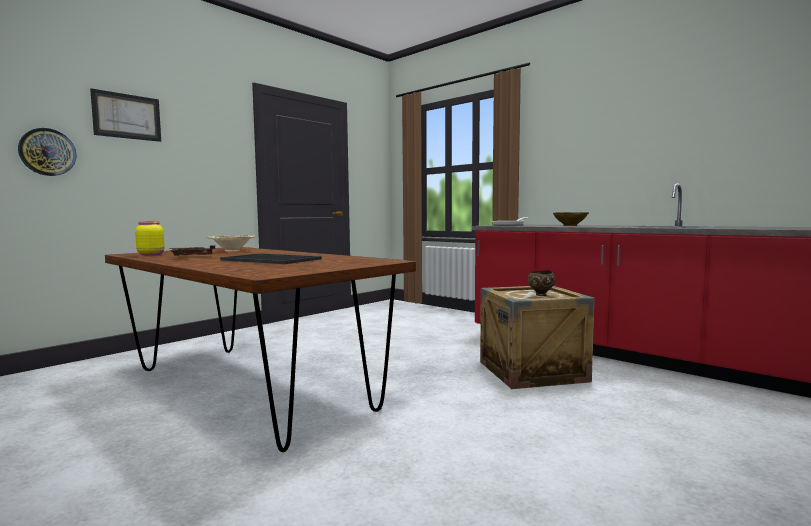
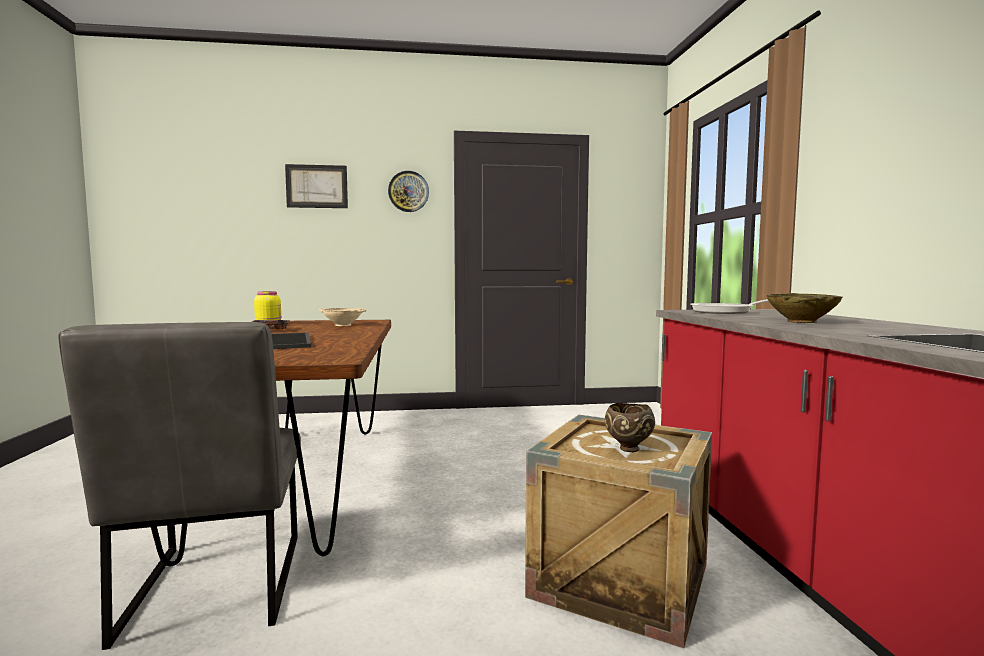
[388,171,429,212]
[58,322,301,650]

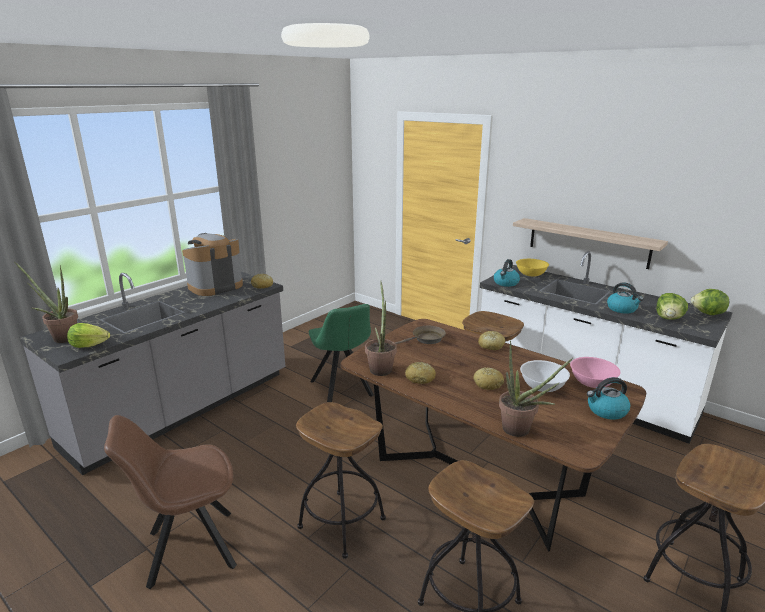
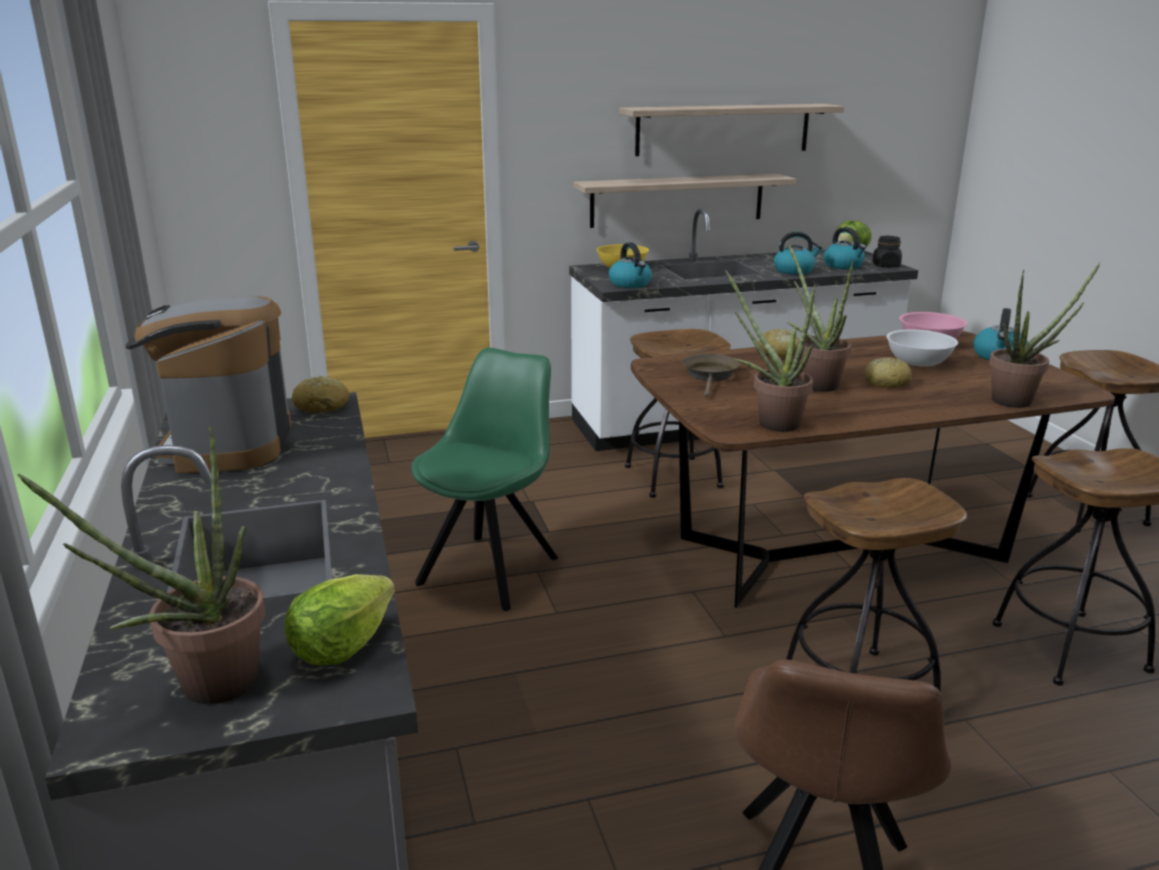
[411,348,558,611]
[405,362,436,384] (first image)
[824,227,866,269]
[619,104,844,156]
[786,243,854,392]
[873,236,902,268]

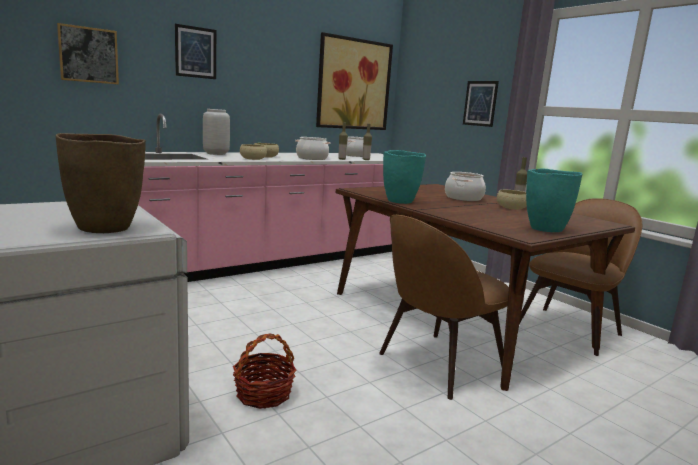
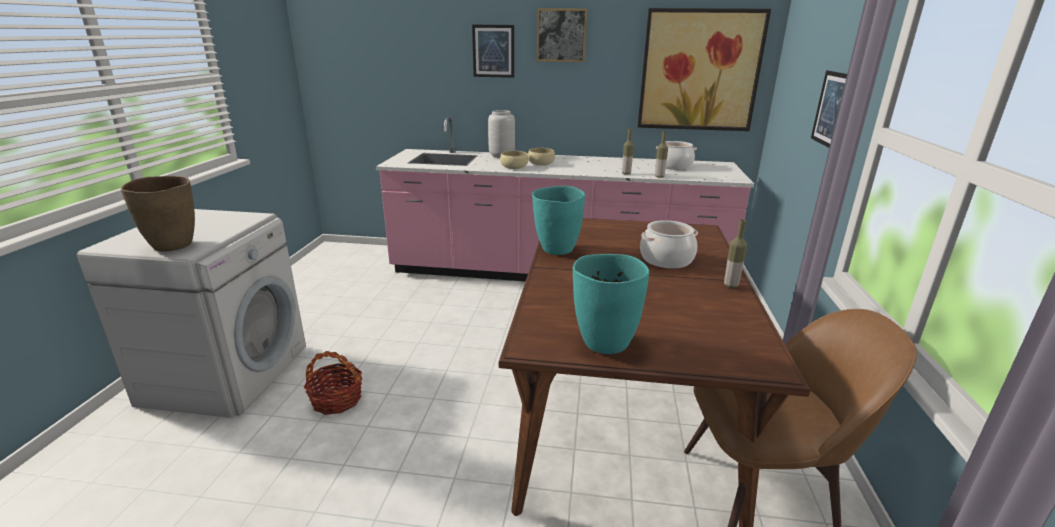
[537,8,587,62]
[295,137,331,160] (first image)
[379,215,509,400] (first image)
[497,190,527,210] (first image)

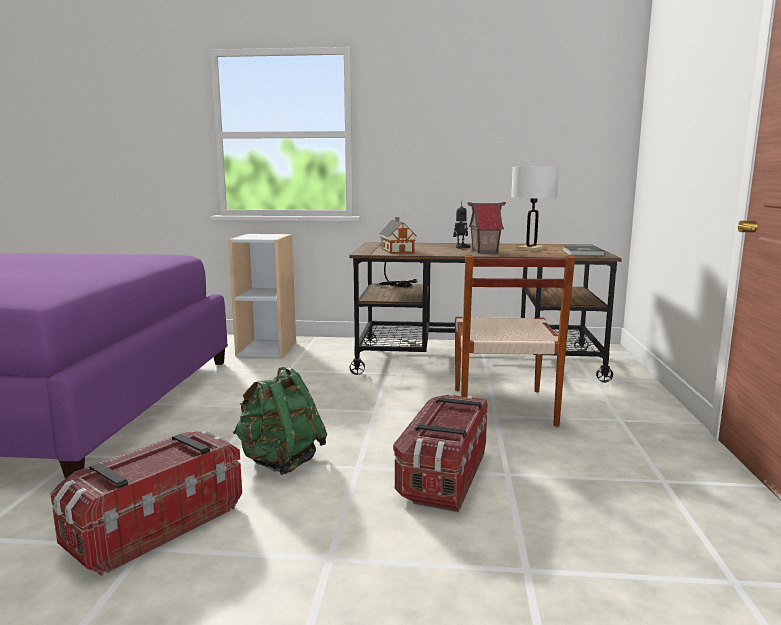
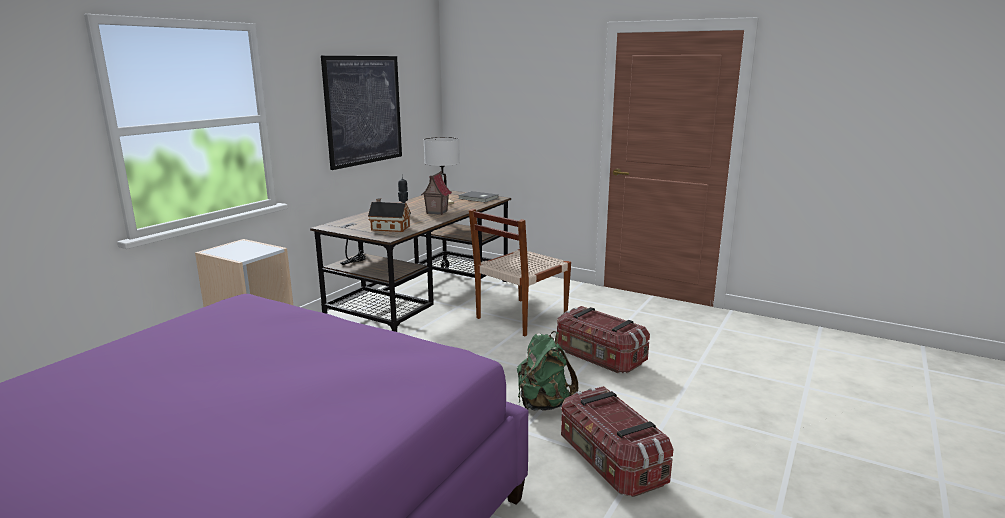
[469,209,571,336]
[321,56,402,170]

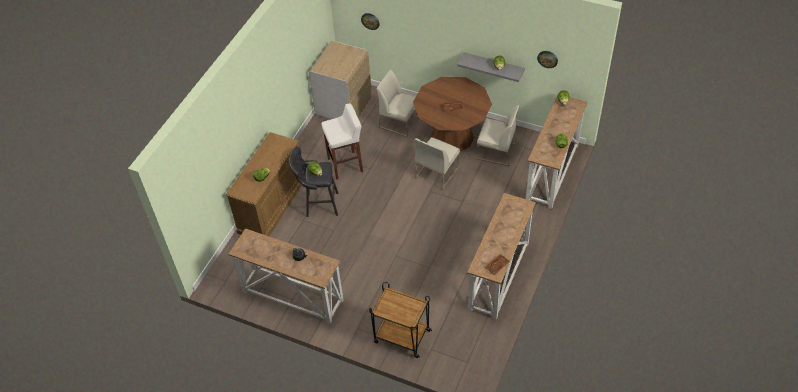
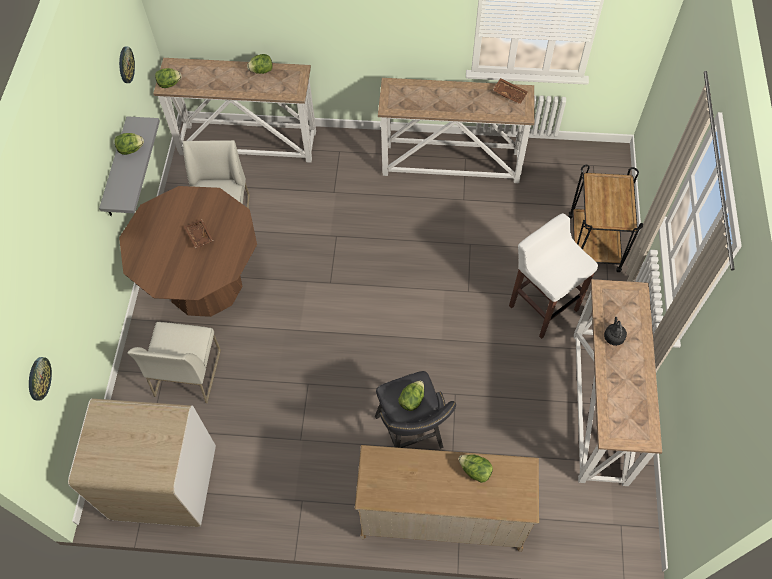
[509,213,598,339]
[414,137,460,190] (first image)

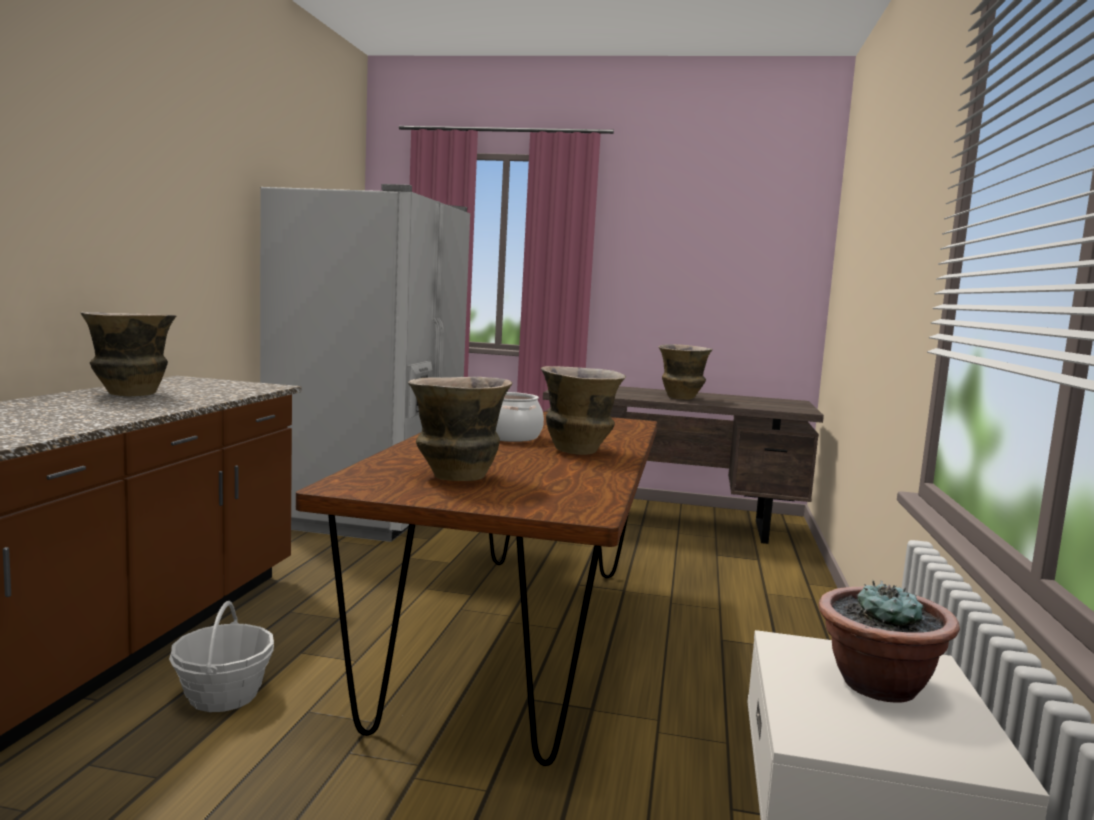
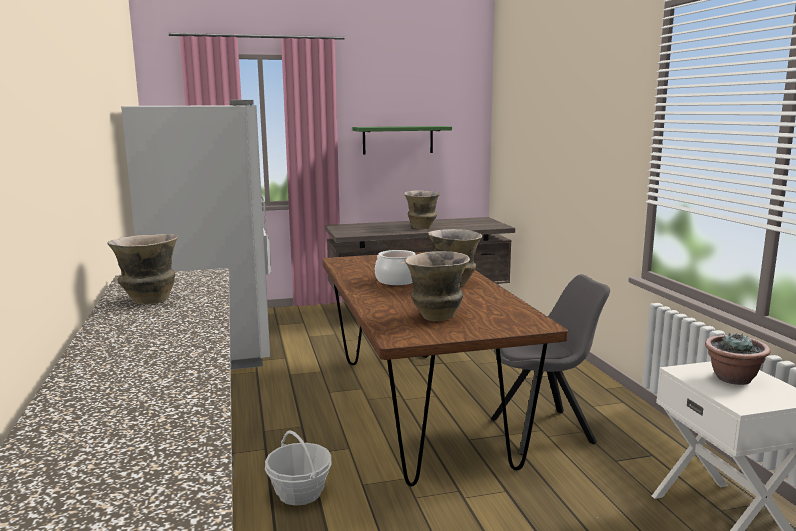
[353,126,452,155]
[491,274,610,455]

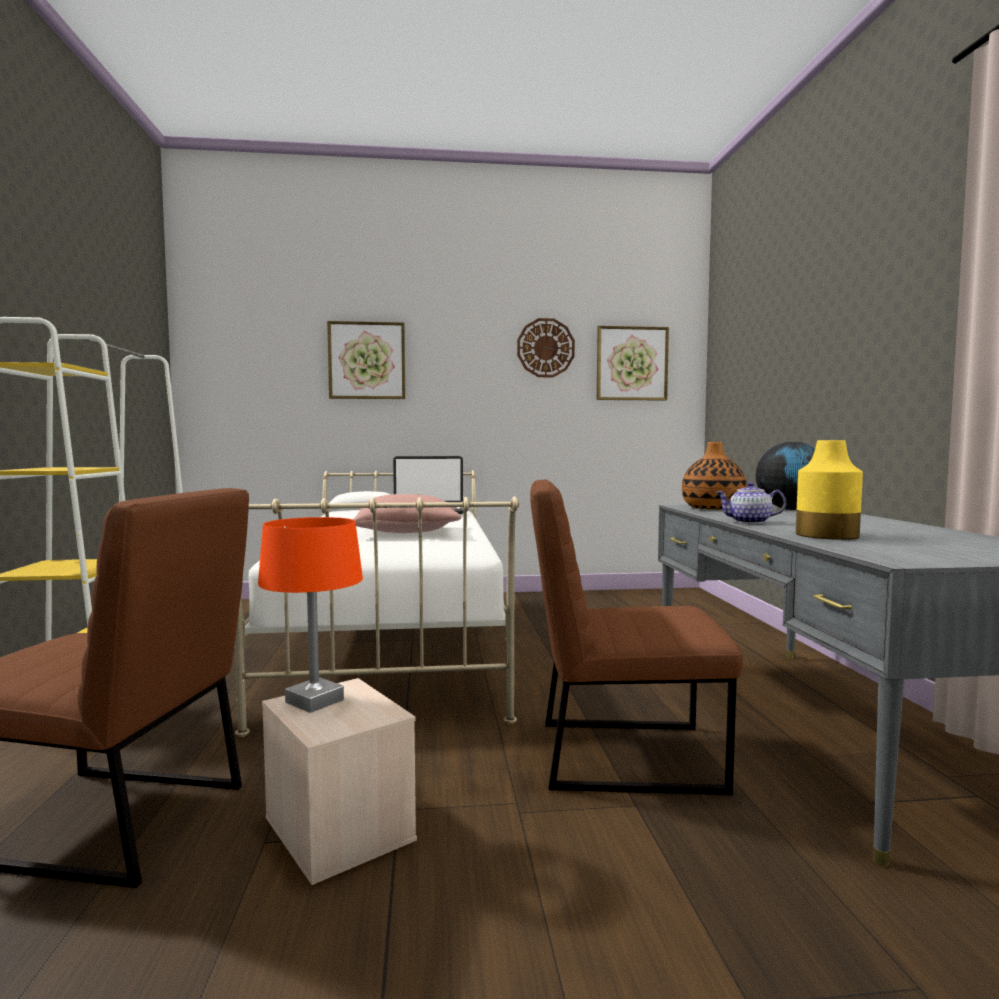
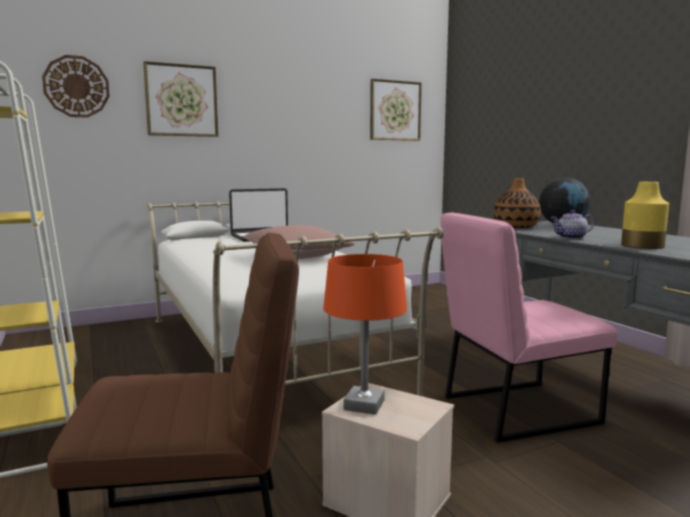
[42,55,110,118]
[440,213,618,443]

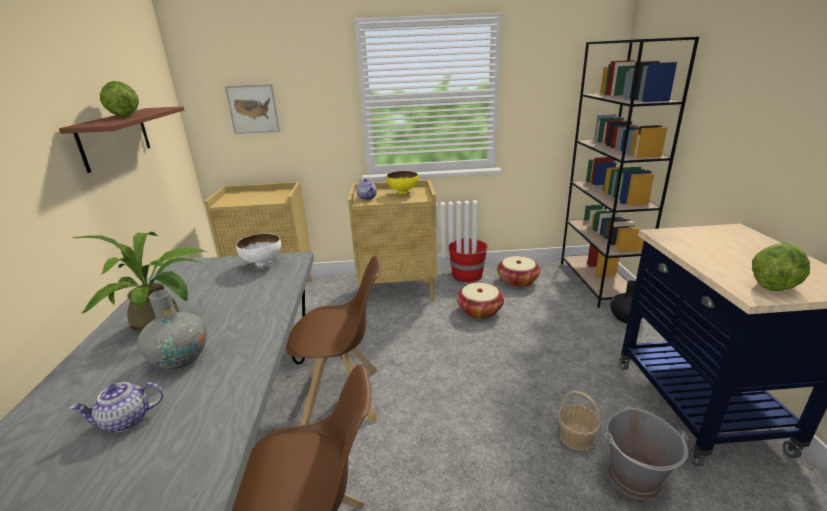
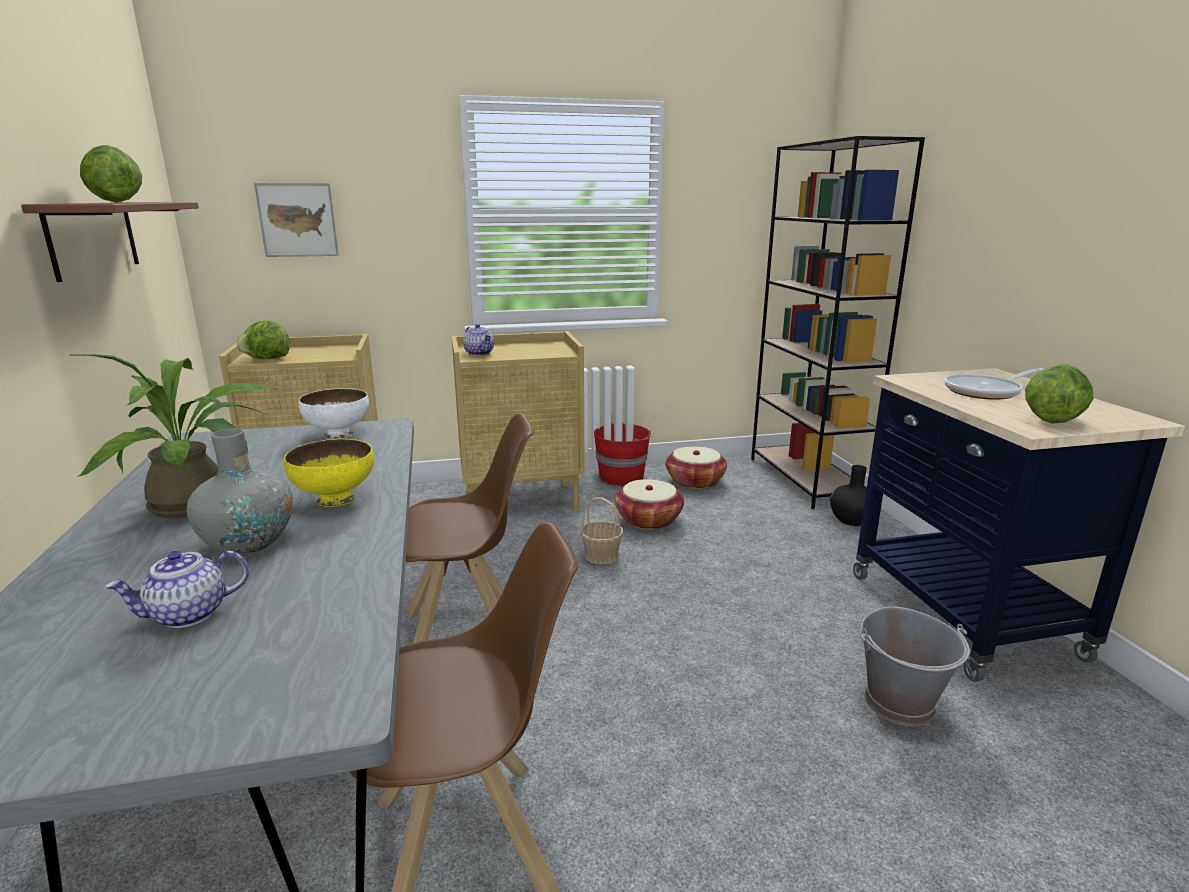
[284,439,374,507]
[580,497,623,564]
[237,321,290,359]
[944,368,1044,400]

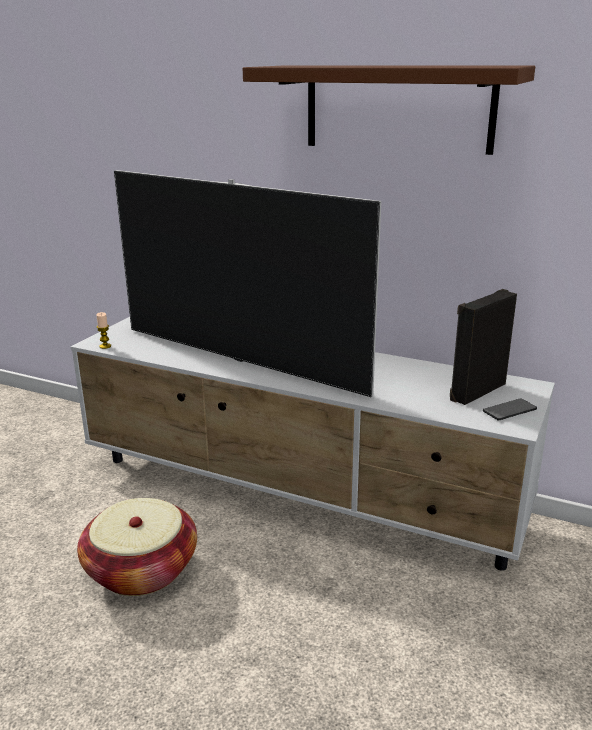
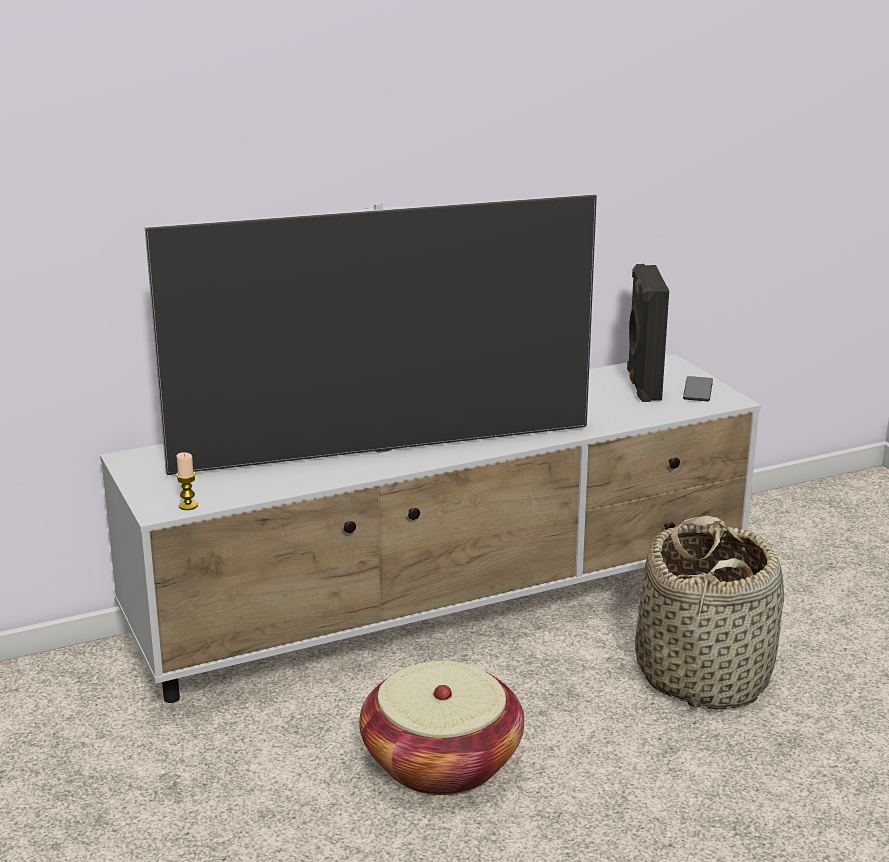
[243,66,535,155] (first image)
[635,516,784,710]

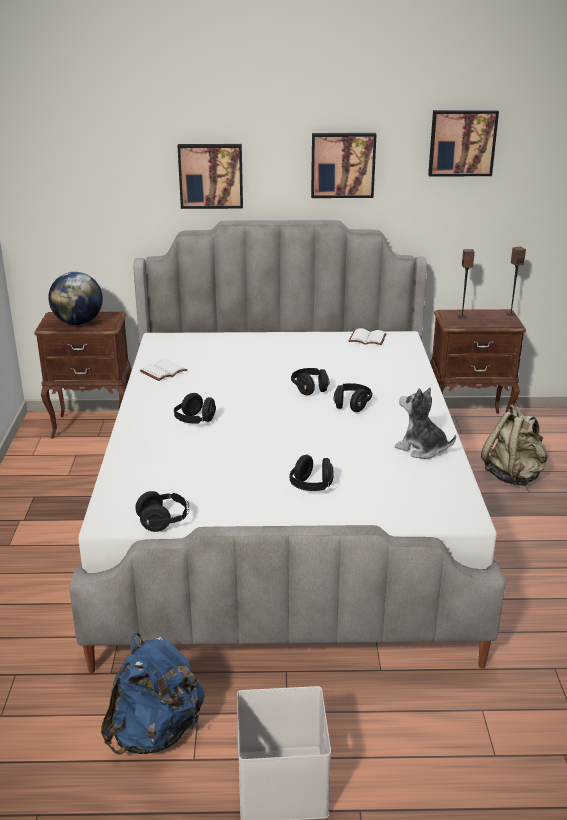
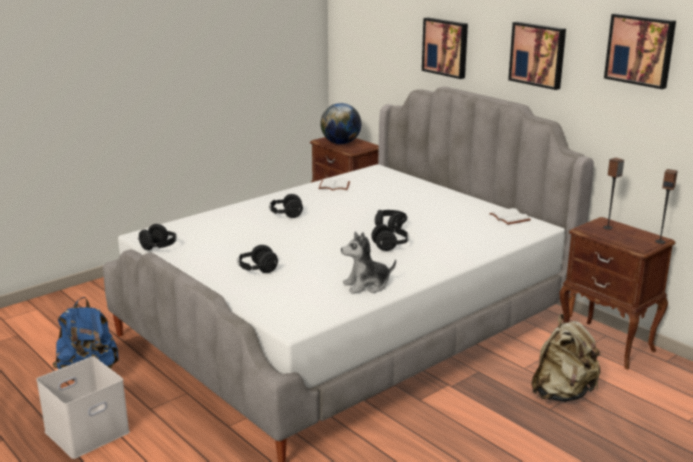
[341,232,396,294]

